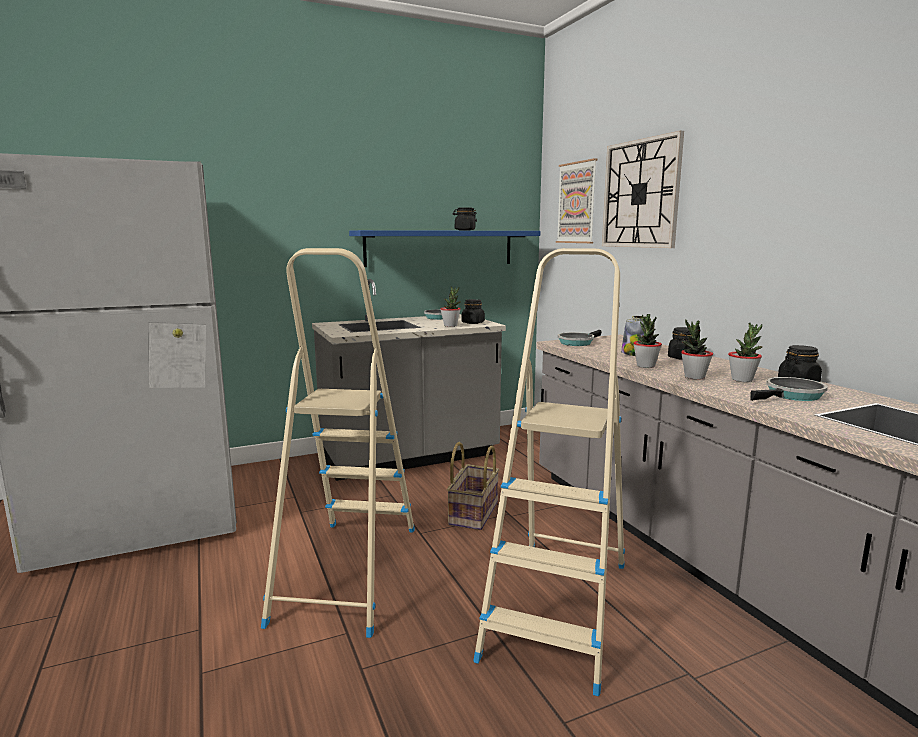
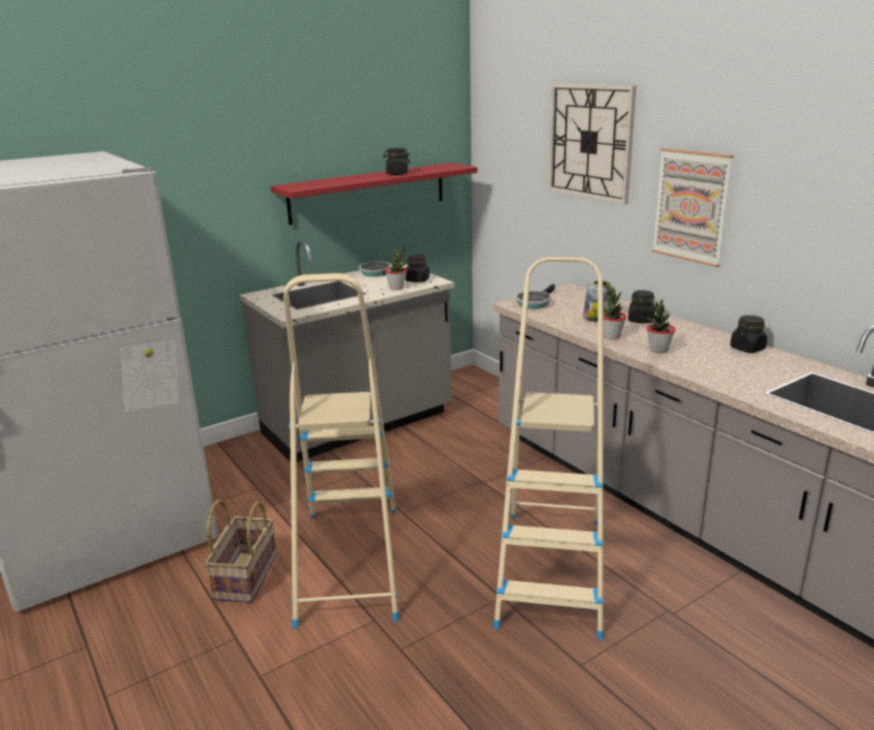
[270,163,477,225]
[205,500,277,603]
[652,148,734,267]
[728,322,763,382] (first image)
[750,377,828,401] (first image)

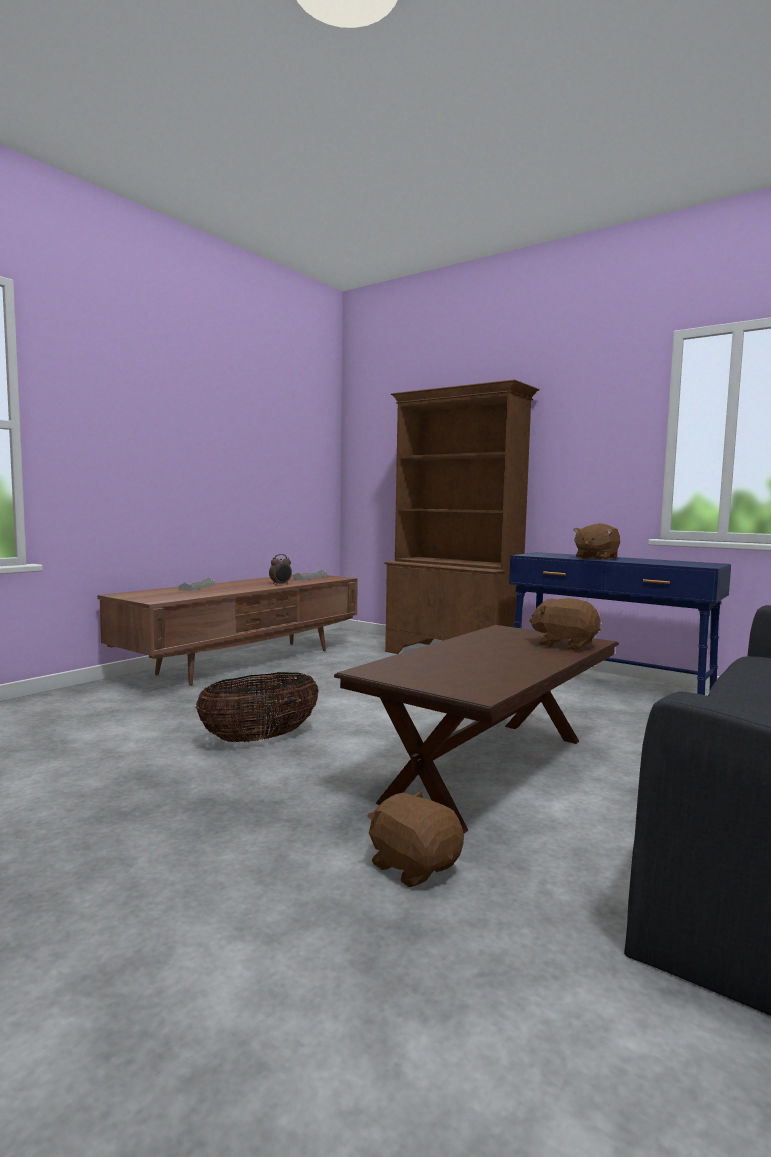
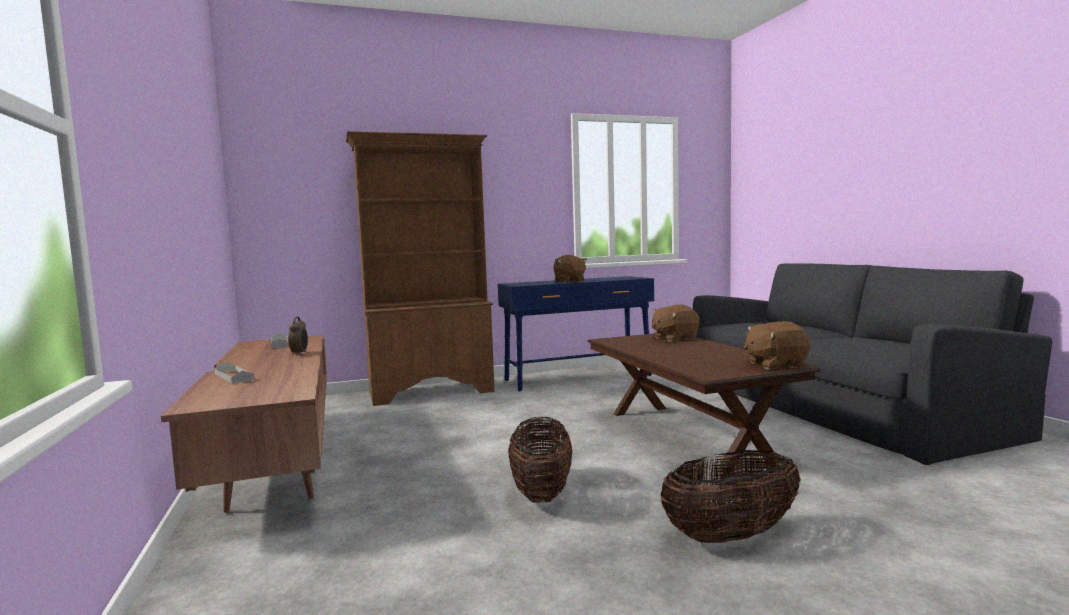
[743,321,810,369]
[661,450,801,543]

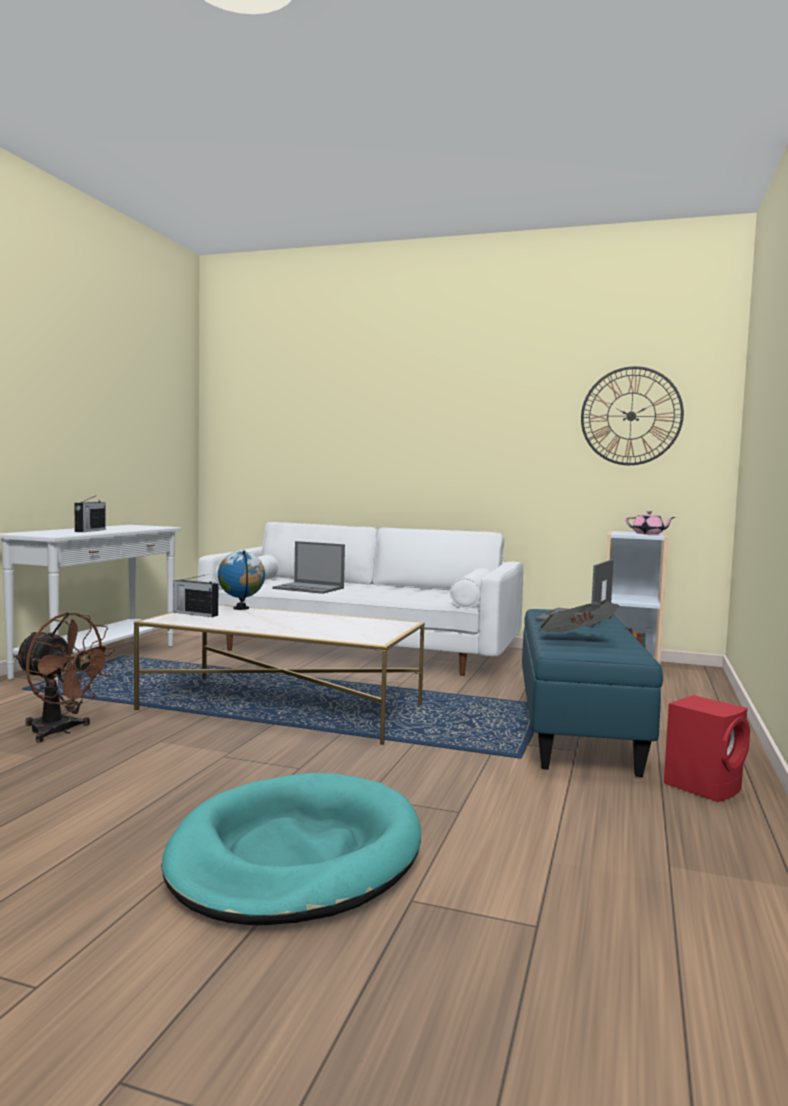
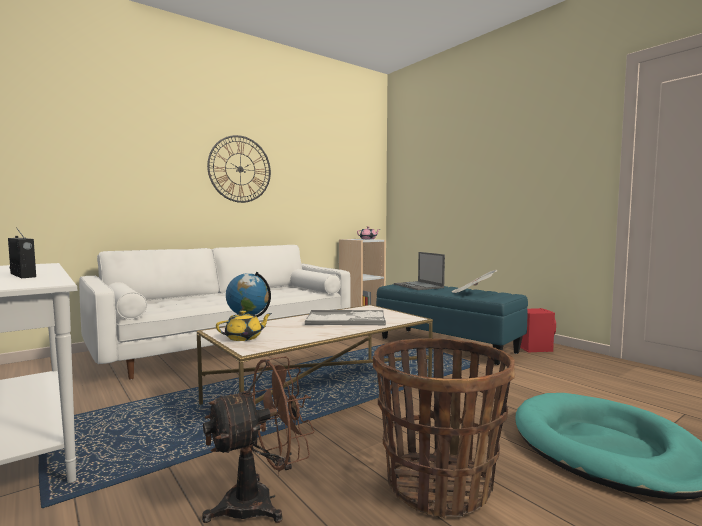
[216,310,272,341]
[272,541,345,594] (first image)
[207,135,271,203]
[305,310,386,325]
[373,338,515,518]

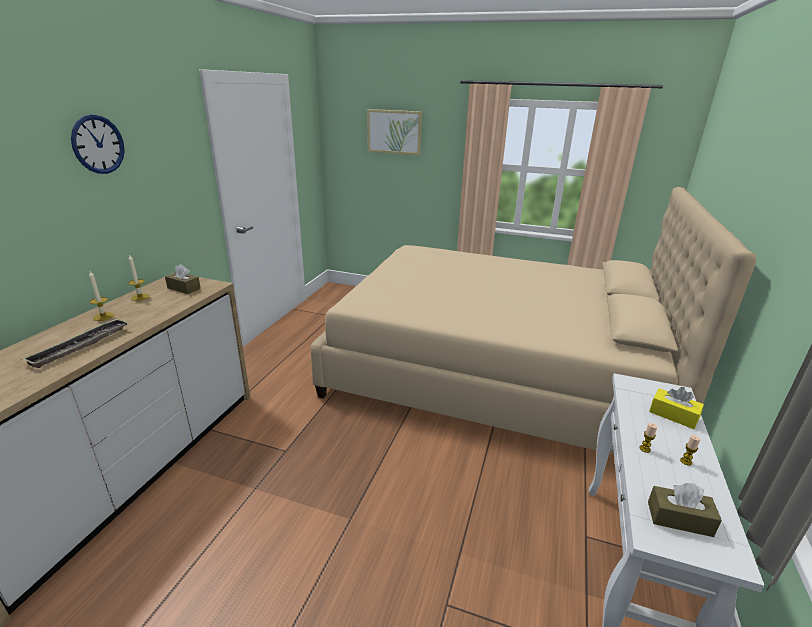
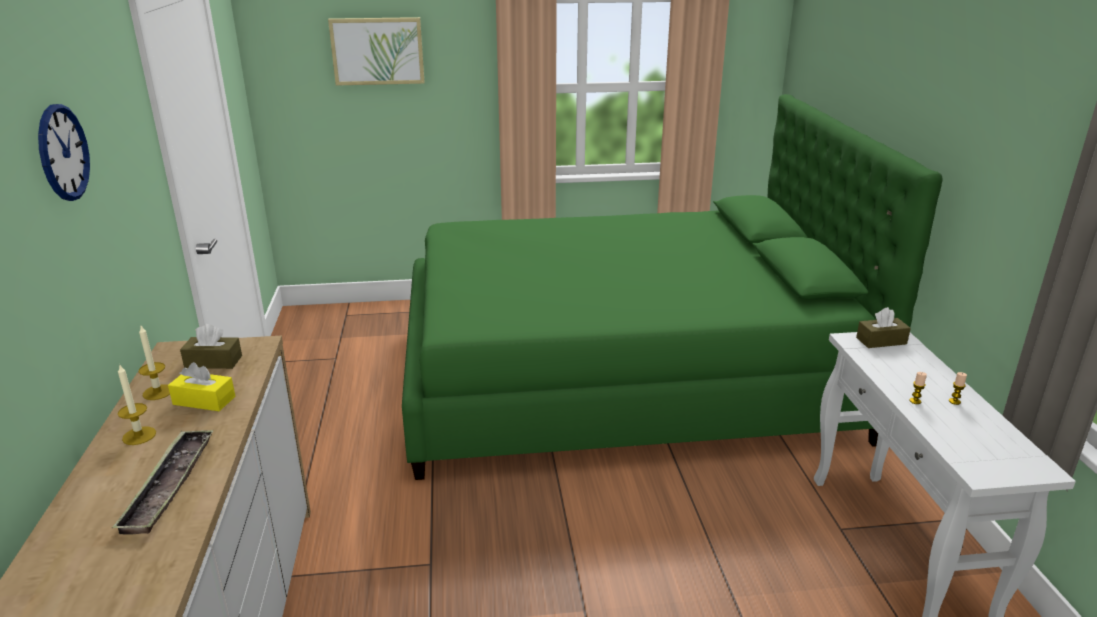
[402,94,943,480]
[856,307,911,348]
[168,362,236,411]

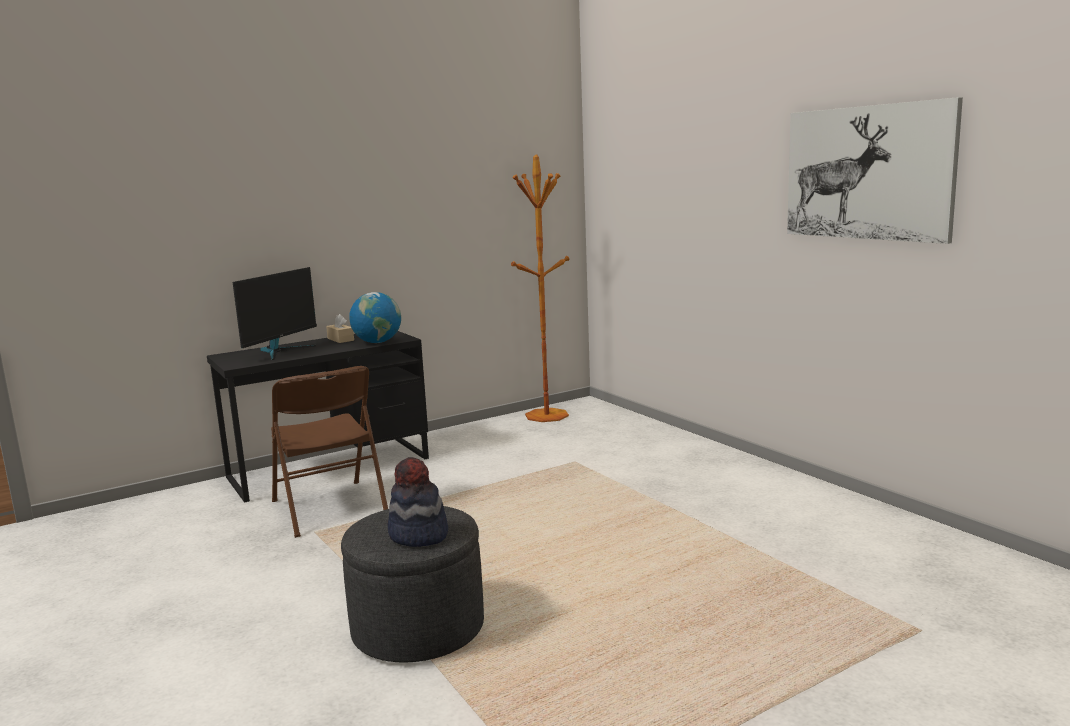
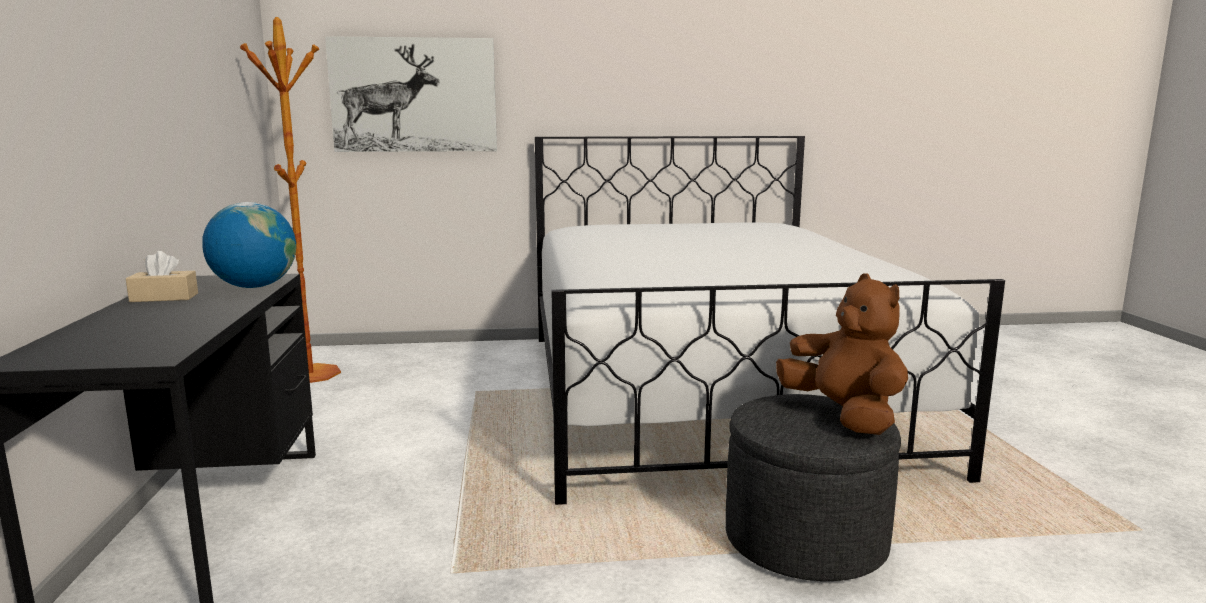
[233,267,317,360] (first image)
[271,366,388,538] (first image)
[776,274,908,435]
[325,36,497,152]
[535,136,1005,505]

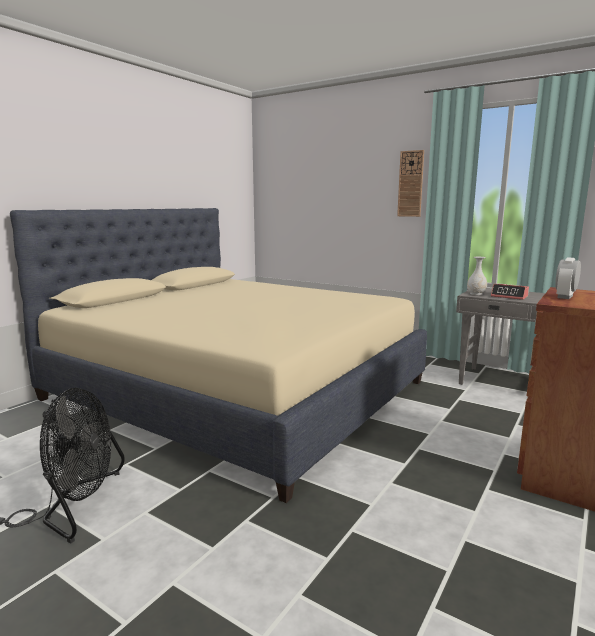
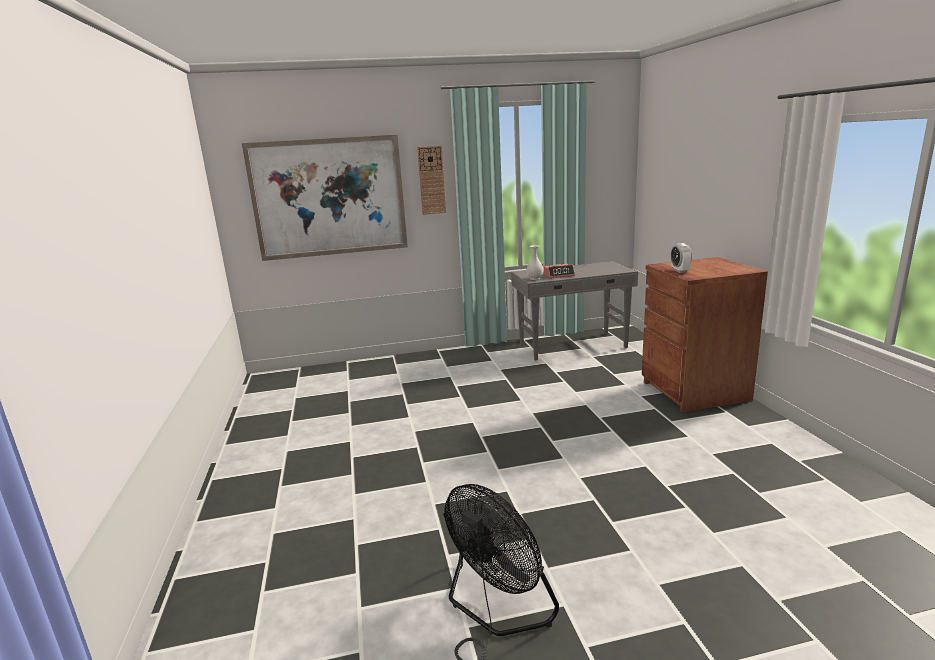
[10,208,427,503] (first image)
[242,135,408,261]

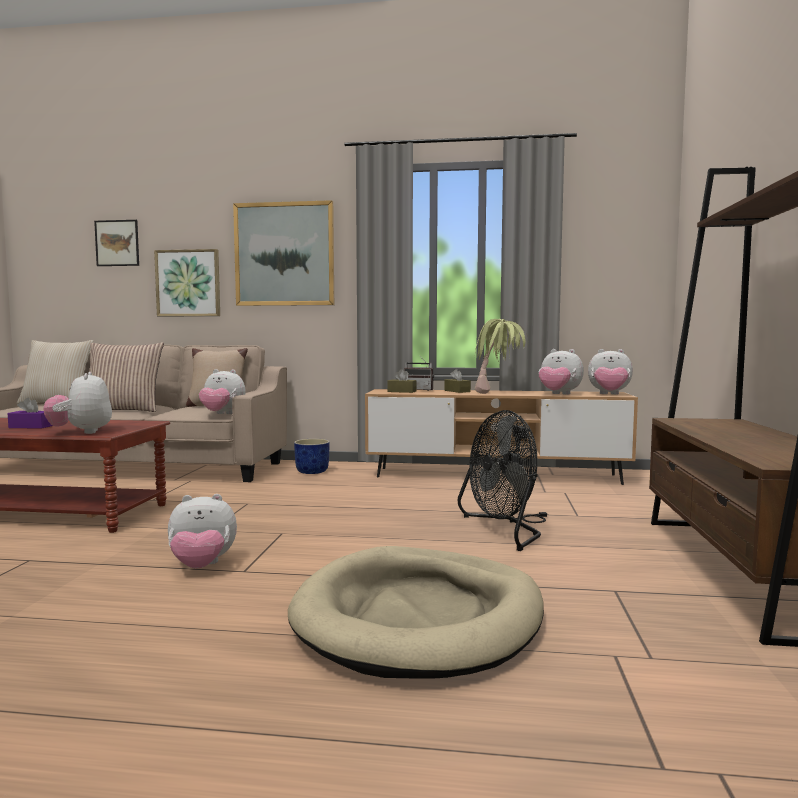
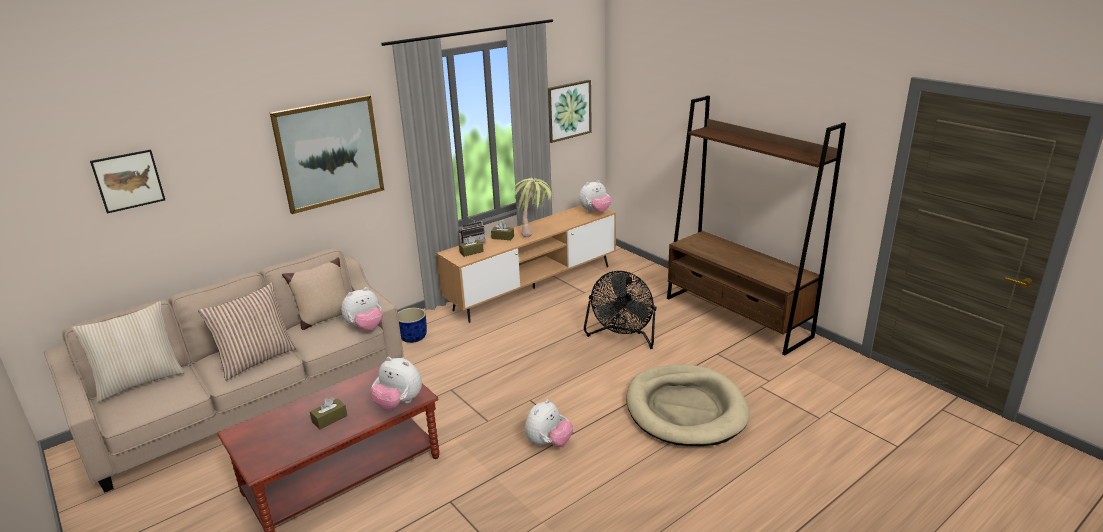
[310,397,347,429]
[548,80,592,143]
[539,349,584,395] (first image)

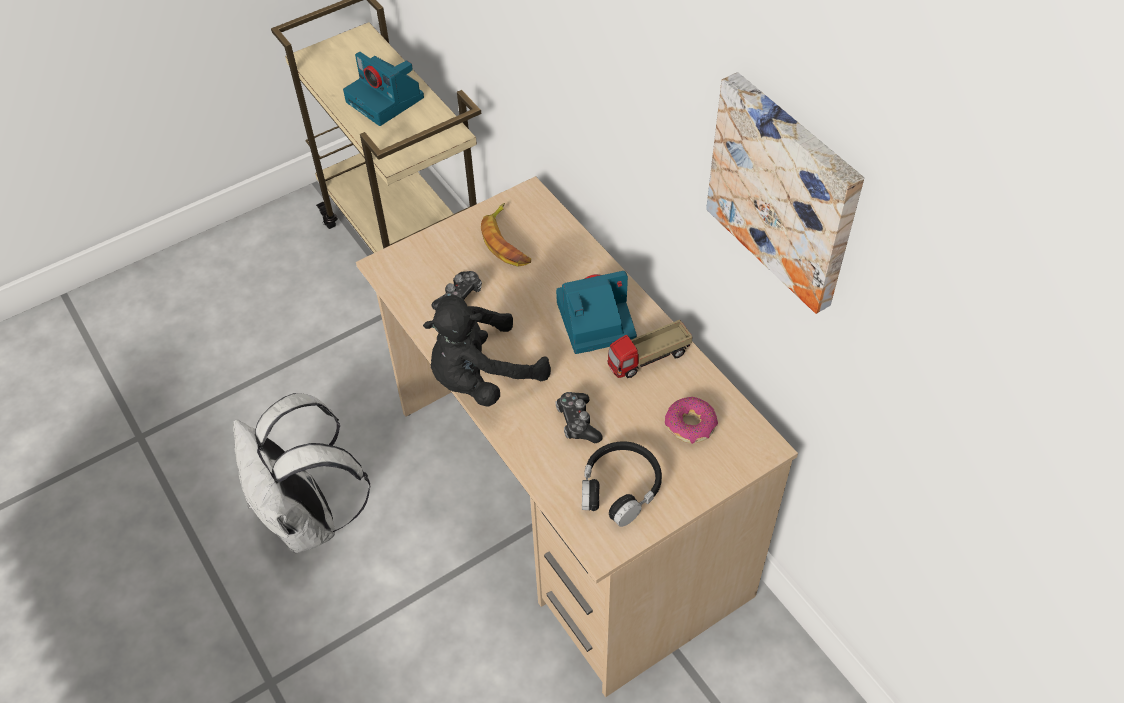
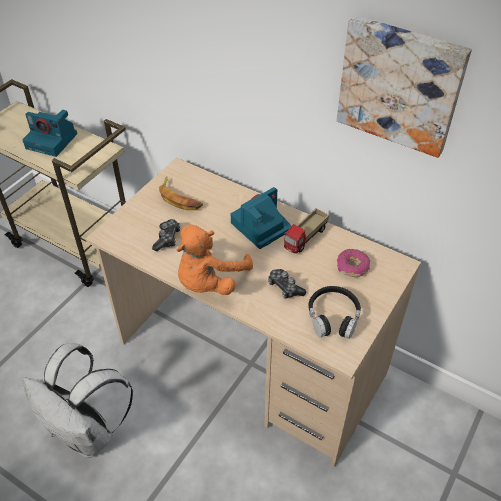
[177,225,253,295]

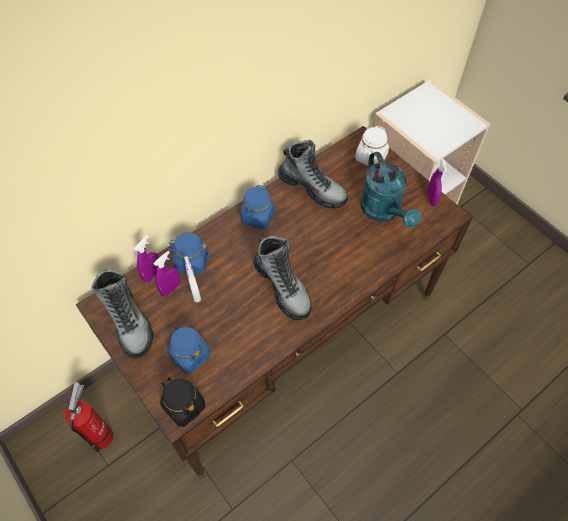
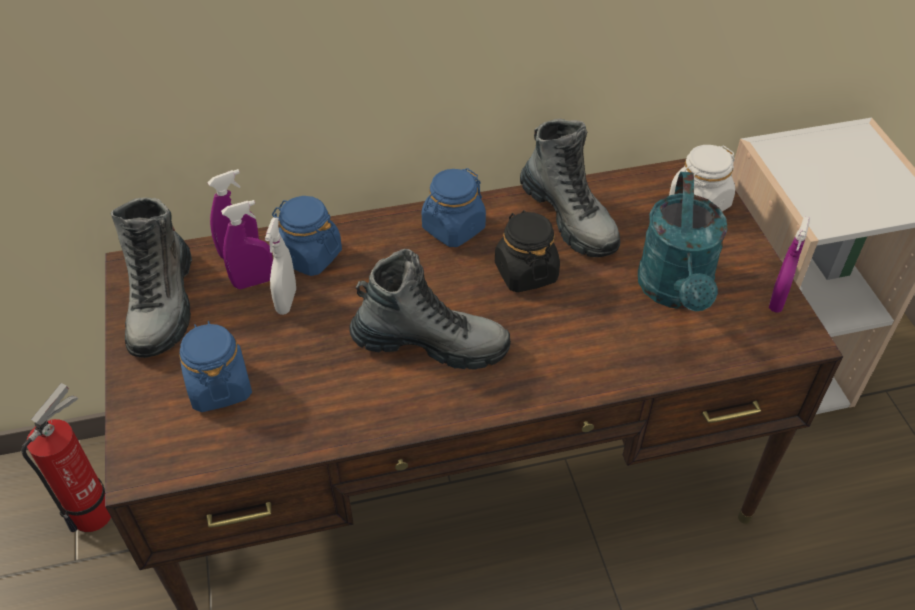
[495,210,560,293]
[350,249,511,369]

